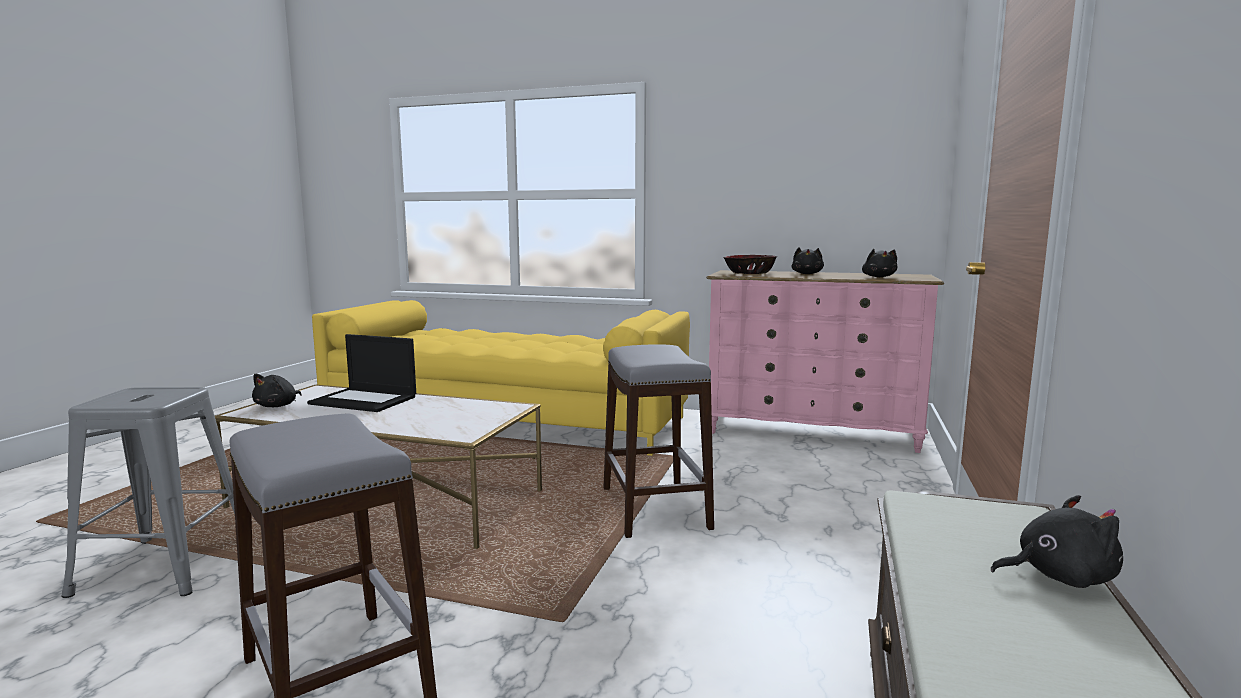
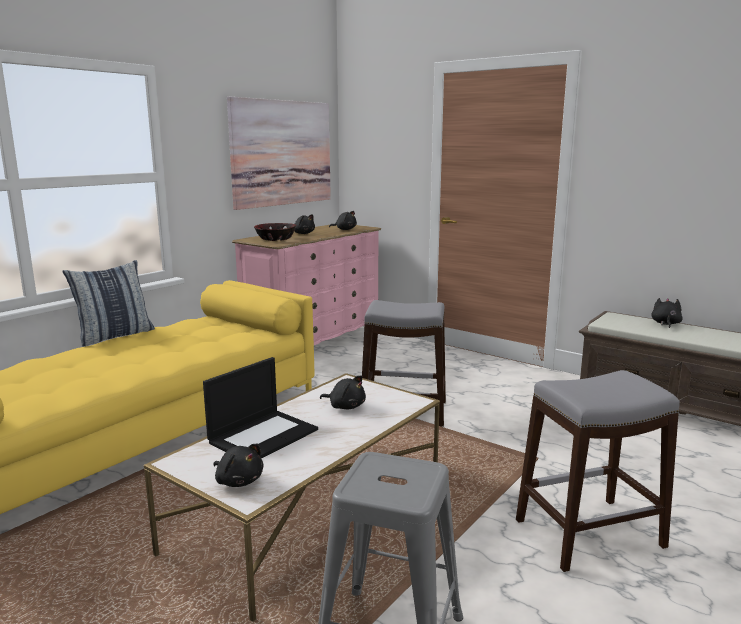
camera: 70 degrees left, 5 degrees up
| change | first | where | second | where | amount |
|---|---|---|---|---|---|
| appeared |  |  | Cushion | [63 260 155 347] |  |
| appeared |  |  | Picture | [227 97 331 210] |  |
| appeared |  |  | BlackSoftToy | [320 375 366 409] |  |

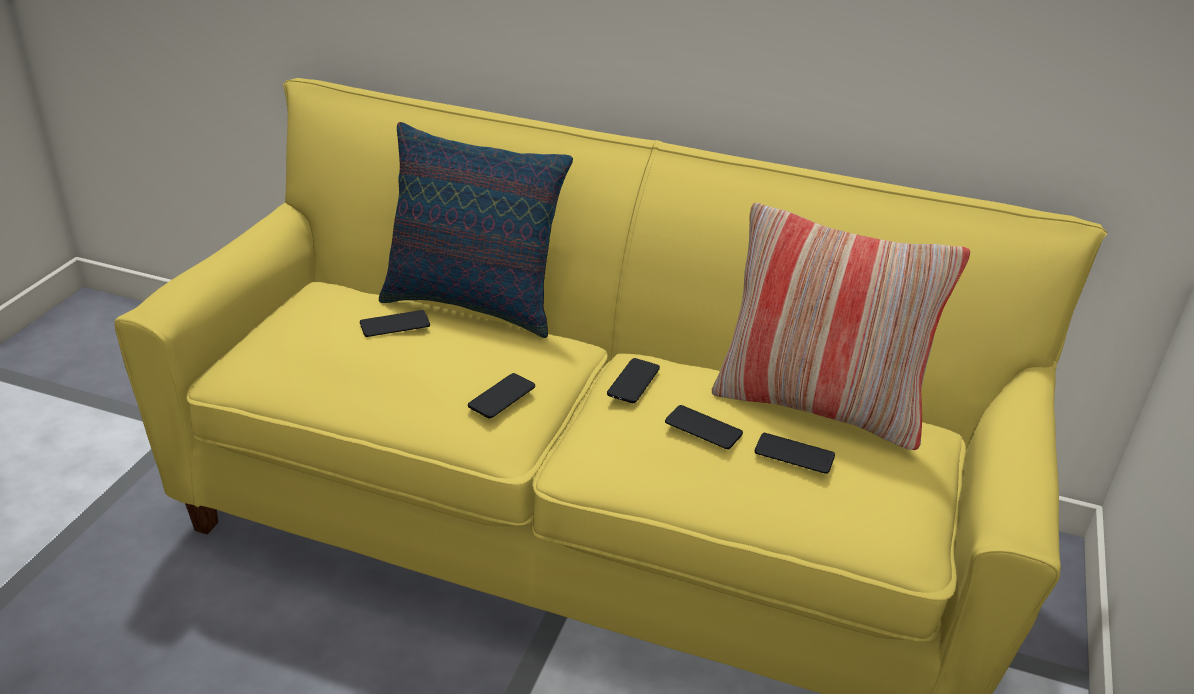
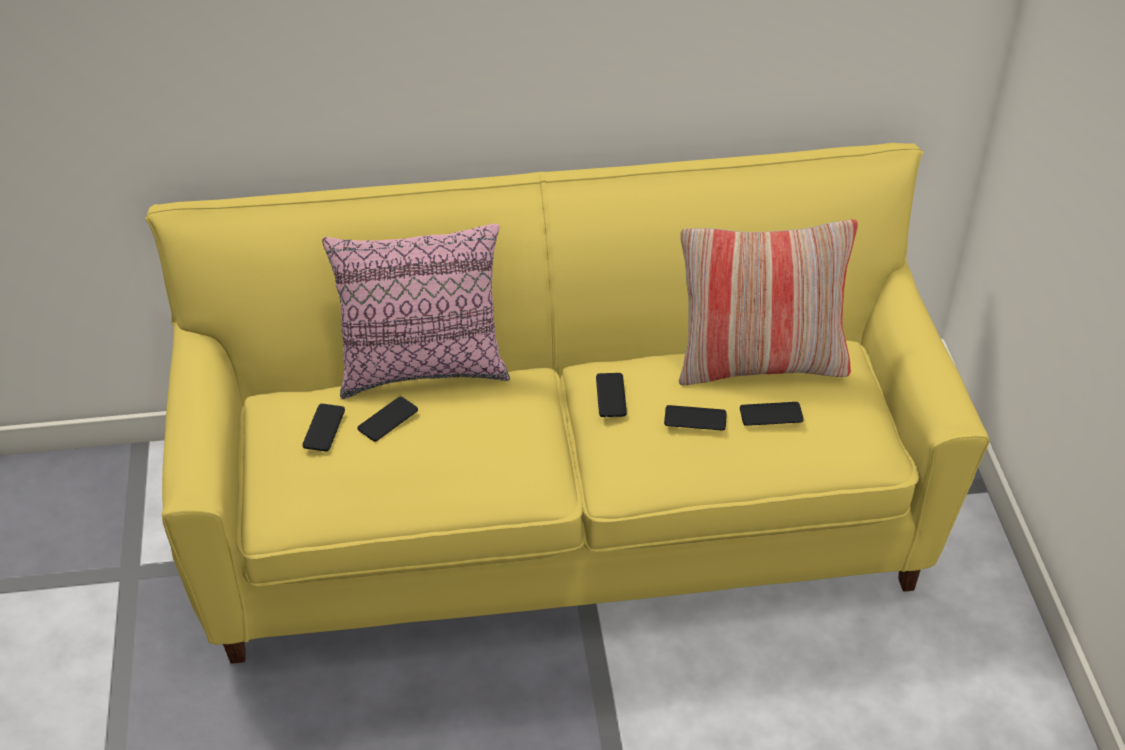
camera: 25 degrees left, 10 degrees up
| change | first | where | second | where | amount |
|---|---|---|---|---|---|
| relocated | Telephone | [468 373 535 419] |  | [302 404 345 451] |  |
| colour | BlueColouredCushion | [379 122 573 338] | PinkColouredCushion | [322 224 510 399] |  |

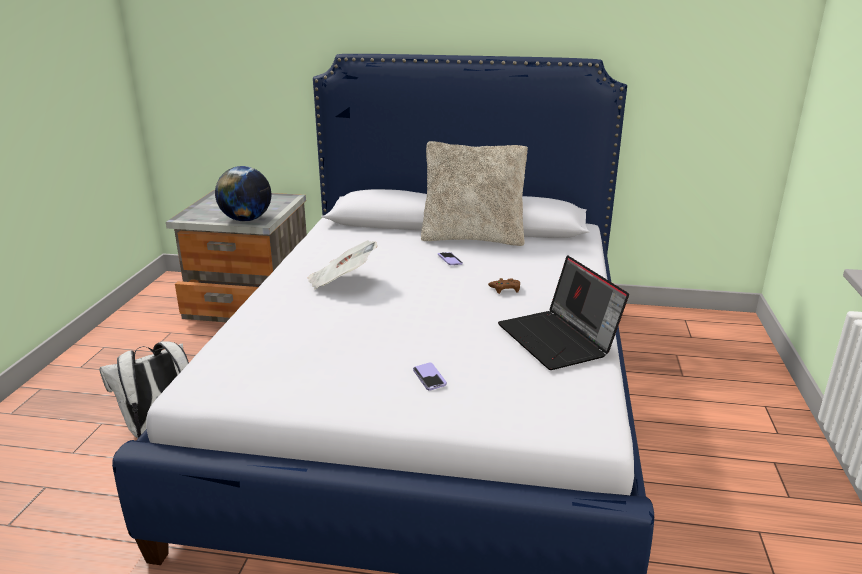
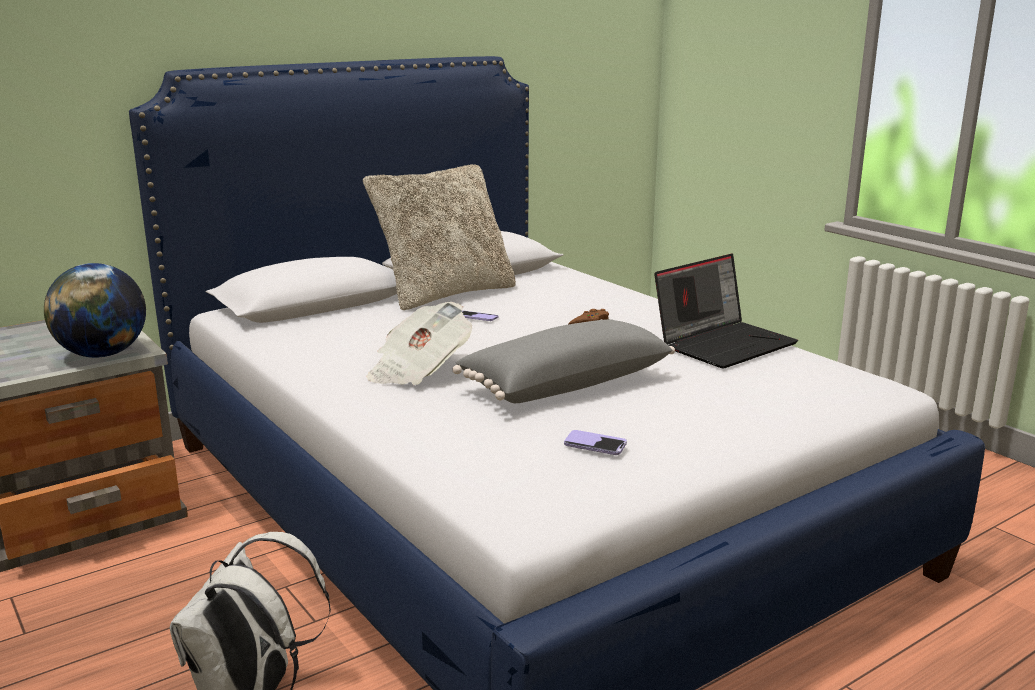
camera: 45 degrees left, 5 degrees down
| change | first | where | second | where | amount |
|---|---|---|---|---|---|
| appeared |  |  | GreyCushion | [453 319 675 403] |  |
| relocated | Telephone | [413 363 447 391] |  | [564 430 627 455] |  |
| spun | PortableComputer | [498 255 629 370] |  | [654 254 798 369] | 60 degrees counterclockwise |

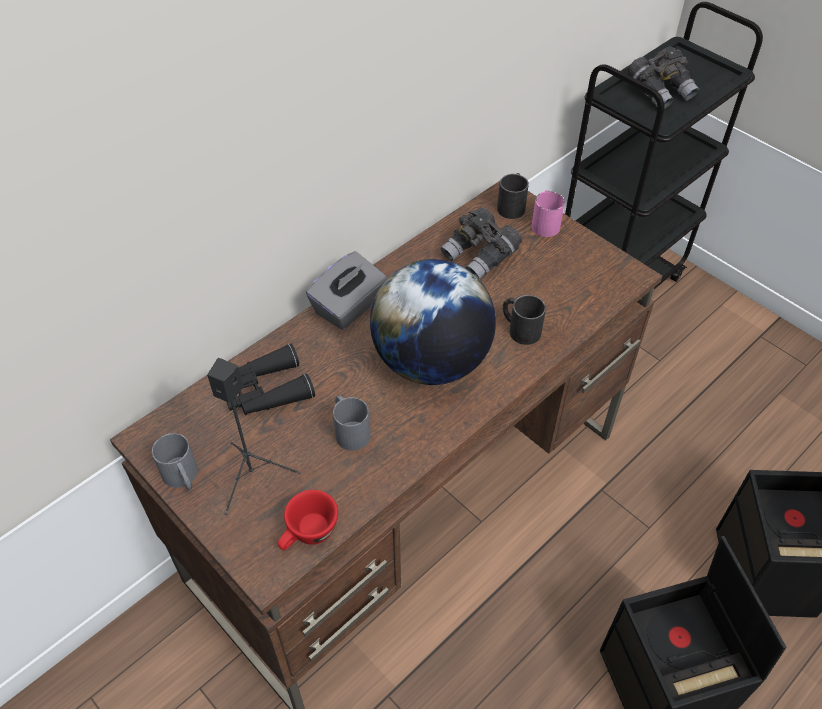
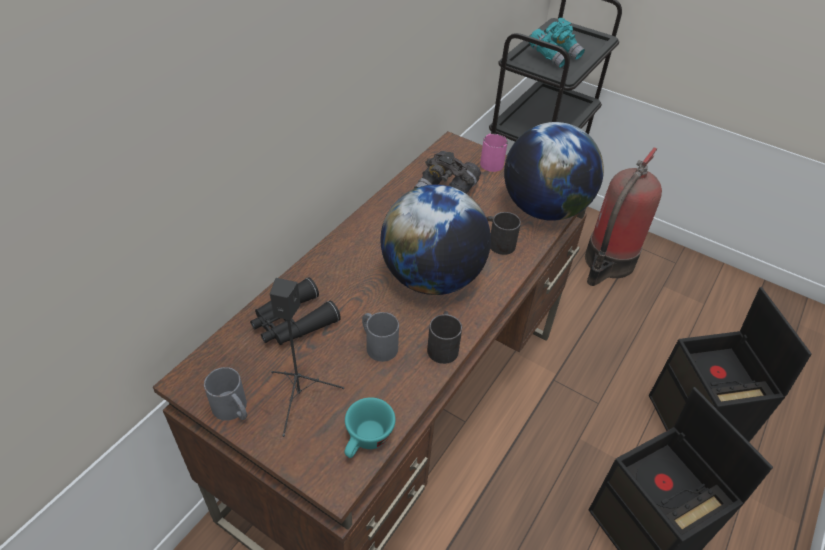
camera: 15 degrees left, 5 degrees down
| change | first | where | second | where | amount |
|---|---|---|---|---|---|
| missing | GreyTissueBox | [306 251 387 330] |  |  |  |
| appeared |  |  | DeskGlobe | [504 122 604 221] |  |
| appeared |  |  | Extinguisher | [585 147 662 286] |  |
| relocated | BlackTeaMug | [497 173 529 219] |  | [427 311 462 364] |  |
| colour | RedSmallCup | [278 490 338 550] | BlueGreenSmallCup | [344 397 396 458] |  |
| colour | GreyFieldGlasses | [627 46 699 109] | BlueGreenFieldGlasses | [529 18 585 68] |  |

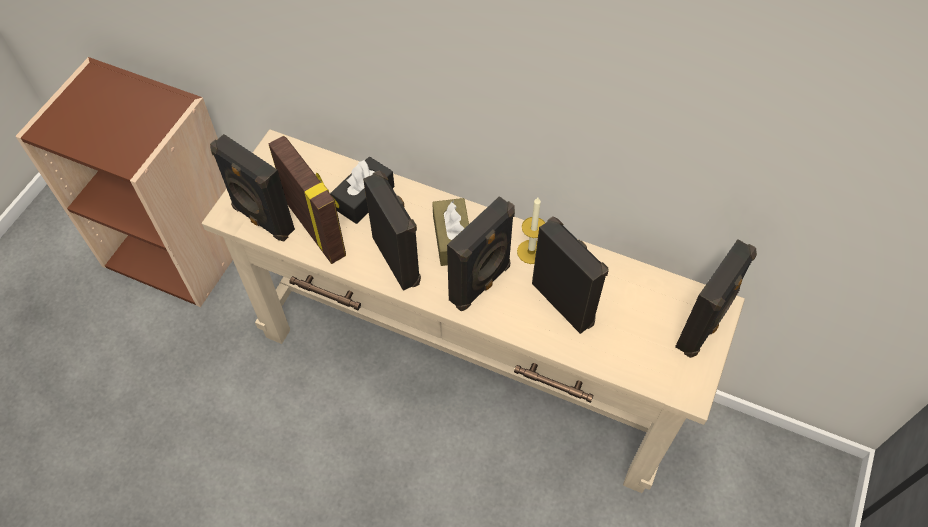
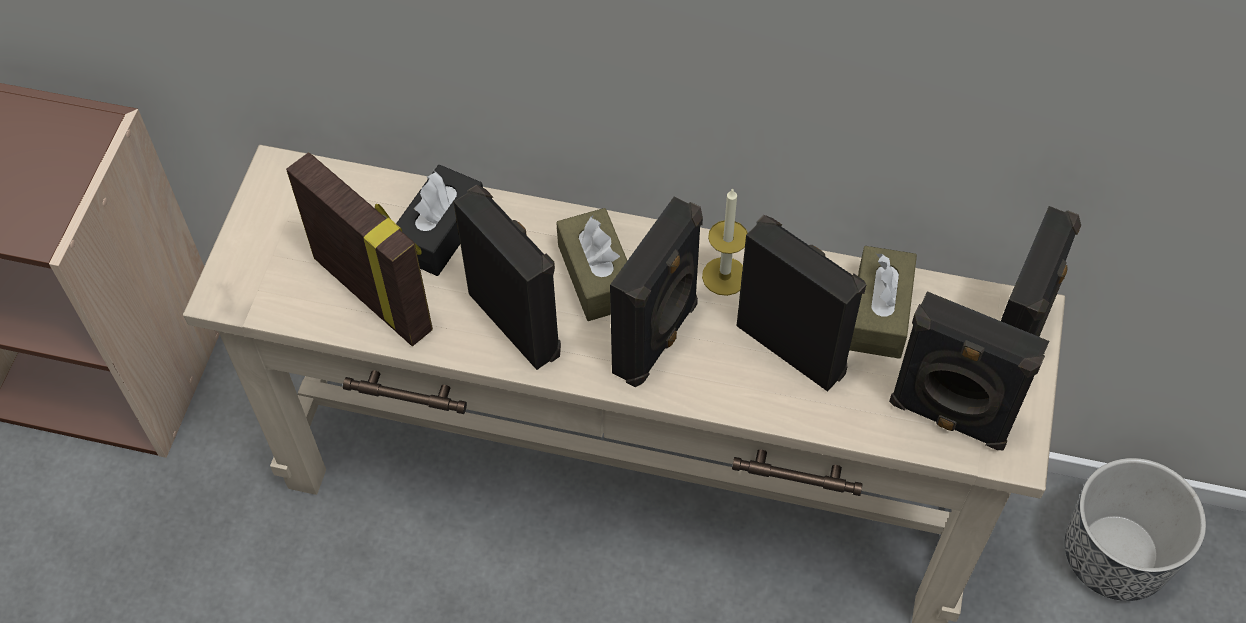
camera: 10 degrees left, 0 degrees up
| change | first | where | second | where | amount |
|---|---|---|---|---|---|
| appeared |  |  | BrownishTissueBox | [849 246 917 359] |  |
| appeared |  |  | PlantPot | [1065 458 1206 601] |  |
| relocated | BlackLoudspeaker | [210 134 295 241] |  | [889 291 1049 451] |  |

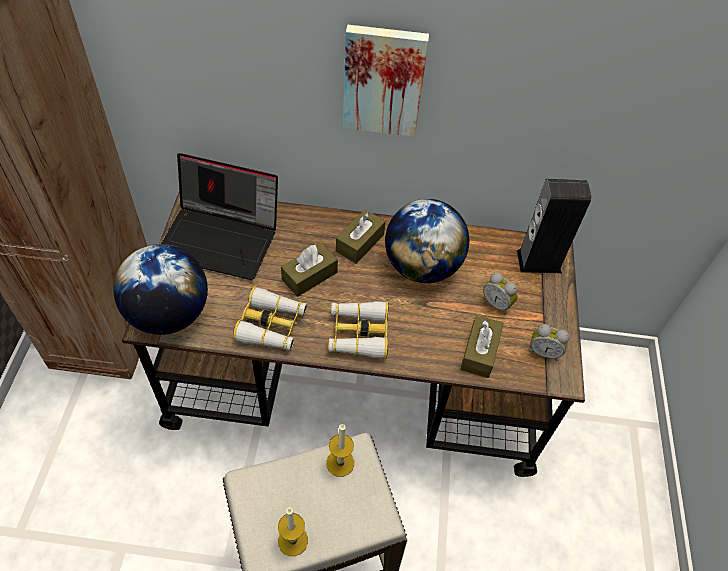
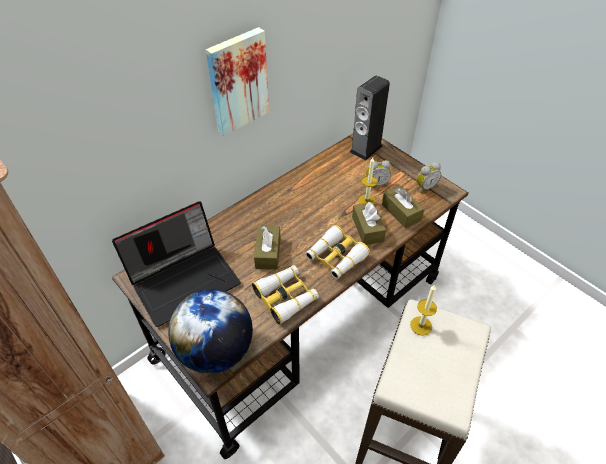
camera: 45 degrees left, 5 degrees down
| change | first | where | second | where | amount |
|---|---|---|---|---|---|
| missing | DeskGlobe | [385 199 469 283] |  |  |  |
| relocated | WaxCandle | [278 508 308 556] |  | [358 157 378 204] |  |
| relocated | BrownishTissueBox | [336 209 386 264] |  | [352 202 386 245] |  |

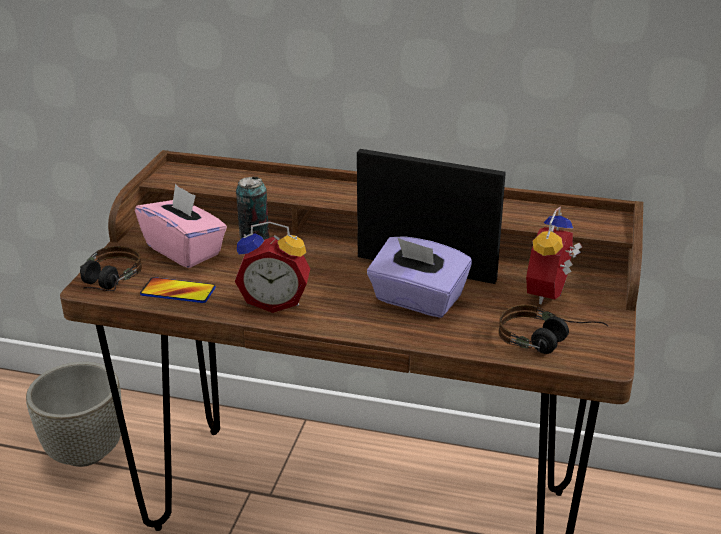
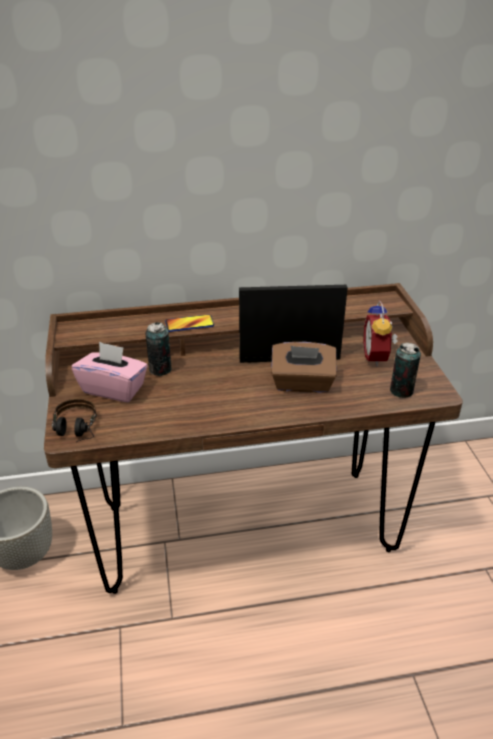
camera: 25 degrees left, 5 degrees up
| change | first | where | second | where | amount |
|---|---|---|---|---|---|
| missing | AlarmClock | [235 221 310 313] |  |  |  |
| relocated | Telephone | [140 277 216 303] |  | [165 315 214 332] |  |
| exchanged | Headset | [499 304 608 354] | MetalCan | [390 342 421 398] |  |
| colour | PurpleTissueBox | [367 236 472 318] | BrownishTissueBox | [271 342 337 393] |  |

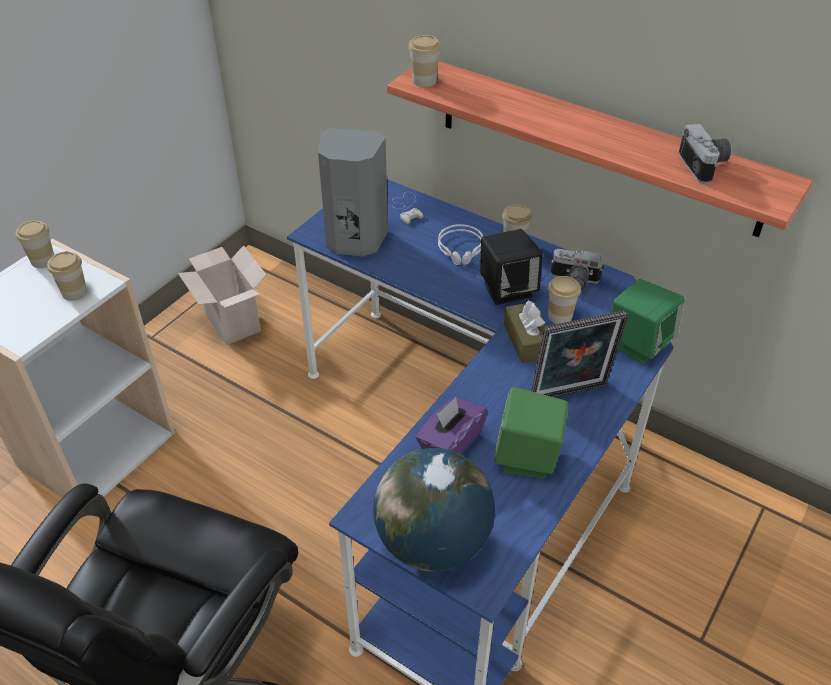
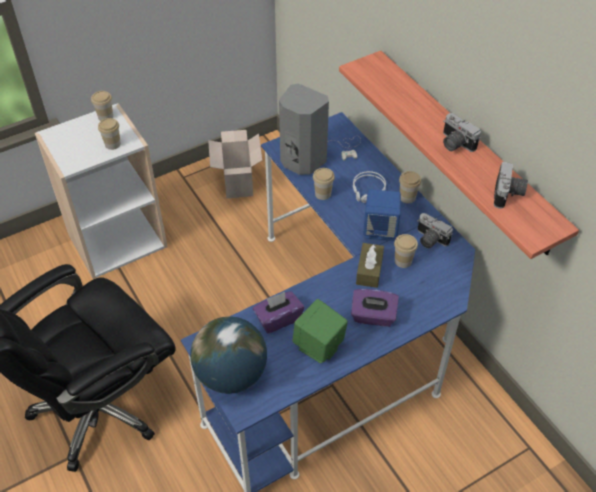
camera: 25 degrees right, 5 degrees up
| change | first | where | second | where | amount |
|---|---|---|---|---|---|
| missing | GreenColouredLoudspeaker | [611 279 685 364] |  |  |  |
| appeared |  |  | StillCamera | [443 113 481 152] |  |
| relocated | SmallCup | [408 35 441 87] |  | [313 168 335 200] |  |
| exchanged | PictureFrame | [531 310 628 397] | PurpleTissueBox | [351 289 399 327] |  |
| colour | BlackLoudspeaker | [480 229 543 305] | BlueColouredLoudspeaker | [363 189 401 241] |  |

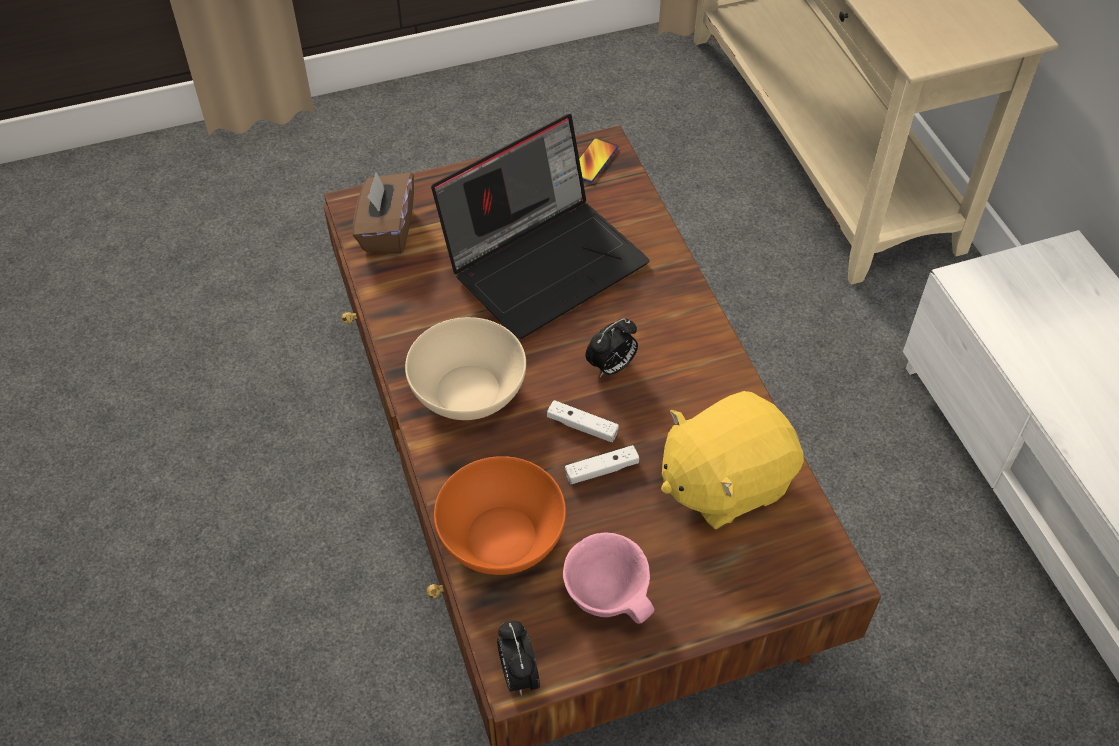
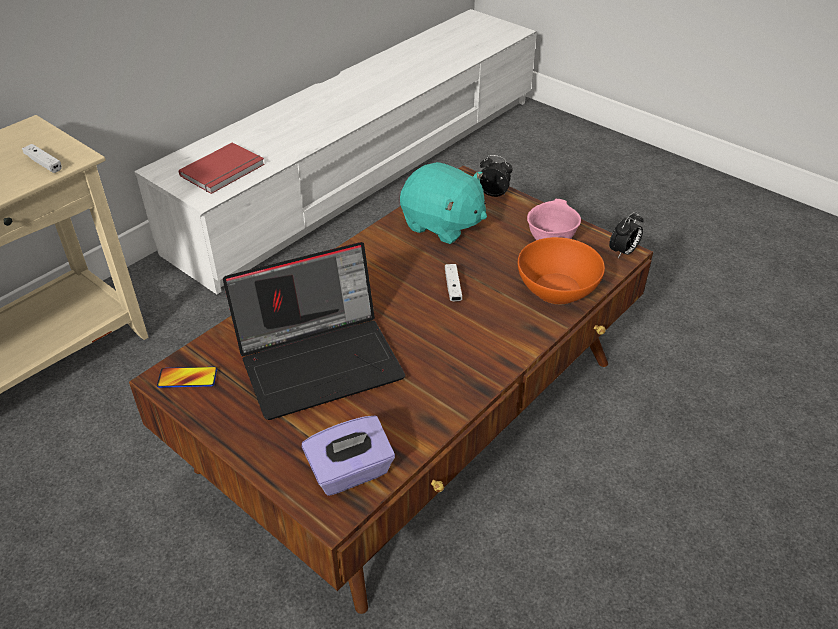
camera: 120 degrees left, 10 degrees down
| change | first | where | second | where | amount |
|---|---|---|---|---|---|
| missing | BeigeServingBowl | [405 317 526 420] |  |  |  |
| appeared |  |  | RedVolume | [178 142 265 194] |  |
| relocated | WhiteGamepad | [565 445 639 484] |  | [22 144 62 173] |  |
| relocated | AlarmClock | [585 318 638 377] |  | [480 155 513 197] |  |
| colour | BrownishTissueBox | [353 172 414 254] | PurpleTissueBox | [302 416 395 496] |  |
| colour | YellowishSoftToy | [661 391 804 529] | BlueGreenSoftToy | [400 162 487 244] |  |
| spun | PortableComputer | [431 114 650 339] |  | [223 242 405 420] | 135 degrees clockwise |

